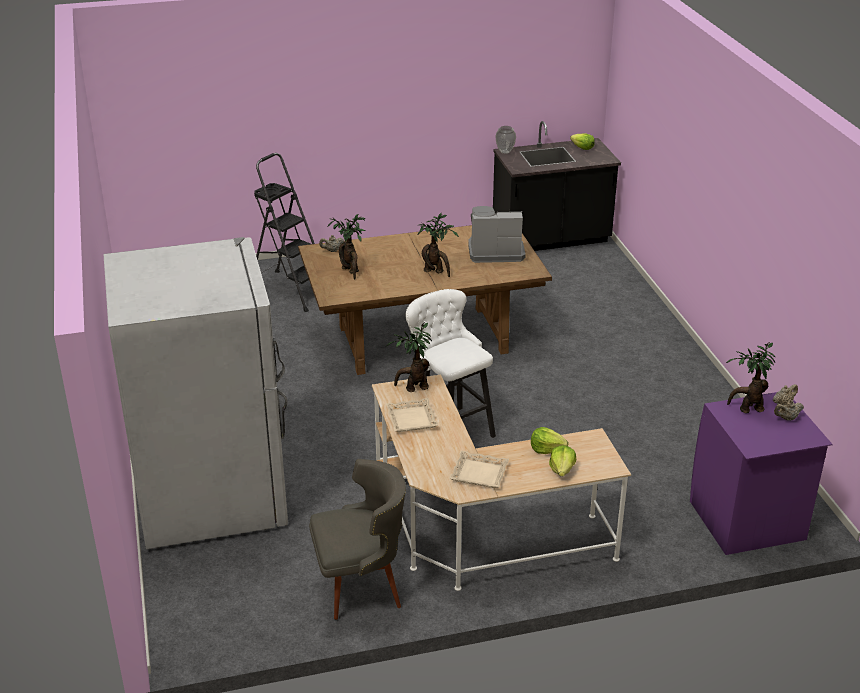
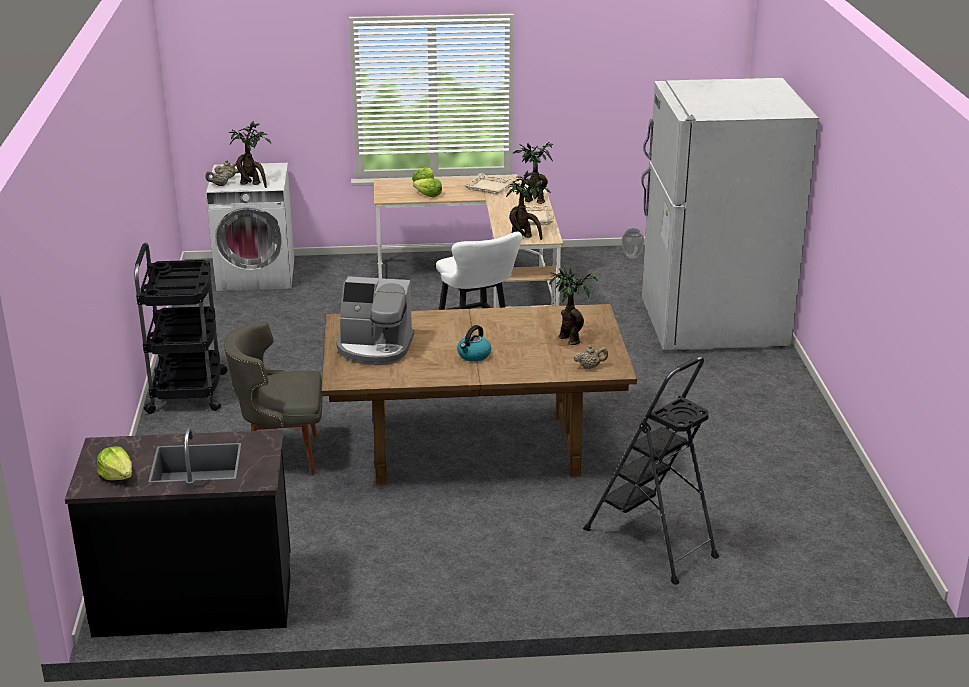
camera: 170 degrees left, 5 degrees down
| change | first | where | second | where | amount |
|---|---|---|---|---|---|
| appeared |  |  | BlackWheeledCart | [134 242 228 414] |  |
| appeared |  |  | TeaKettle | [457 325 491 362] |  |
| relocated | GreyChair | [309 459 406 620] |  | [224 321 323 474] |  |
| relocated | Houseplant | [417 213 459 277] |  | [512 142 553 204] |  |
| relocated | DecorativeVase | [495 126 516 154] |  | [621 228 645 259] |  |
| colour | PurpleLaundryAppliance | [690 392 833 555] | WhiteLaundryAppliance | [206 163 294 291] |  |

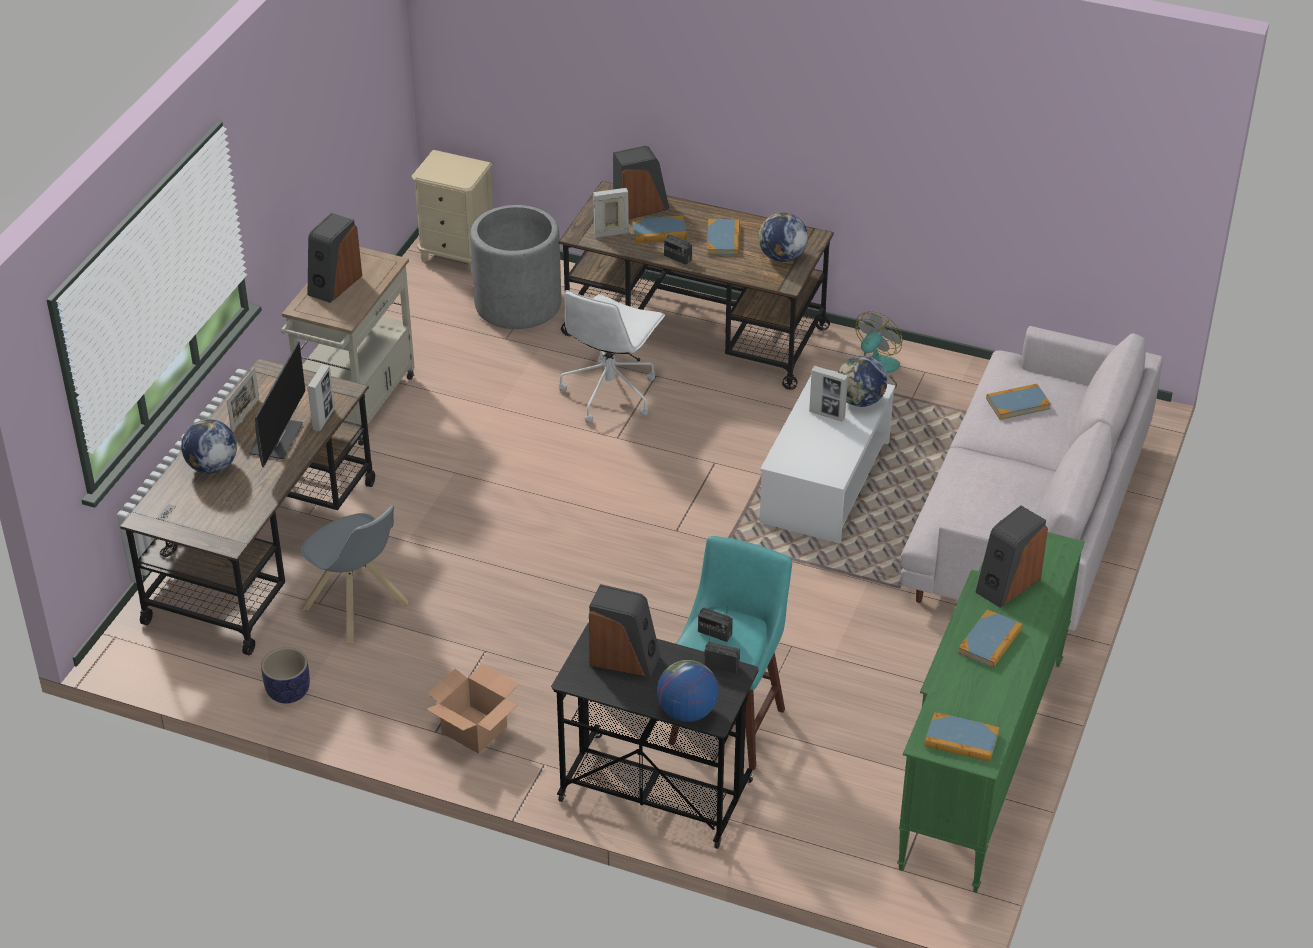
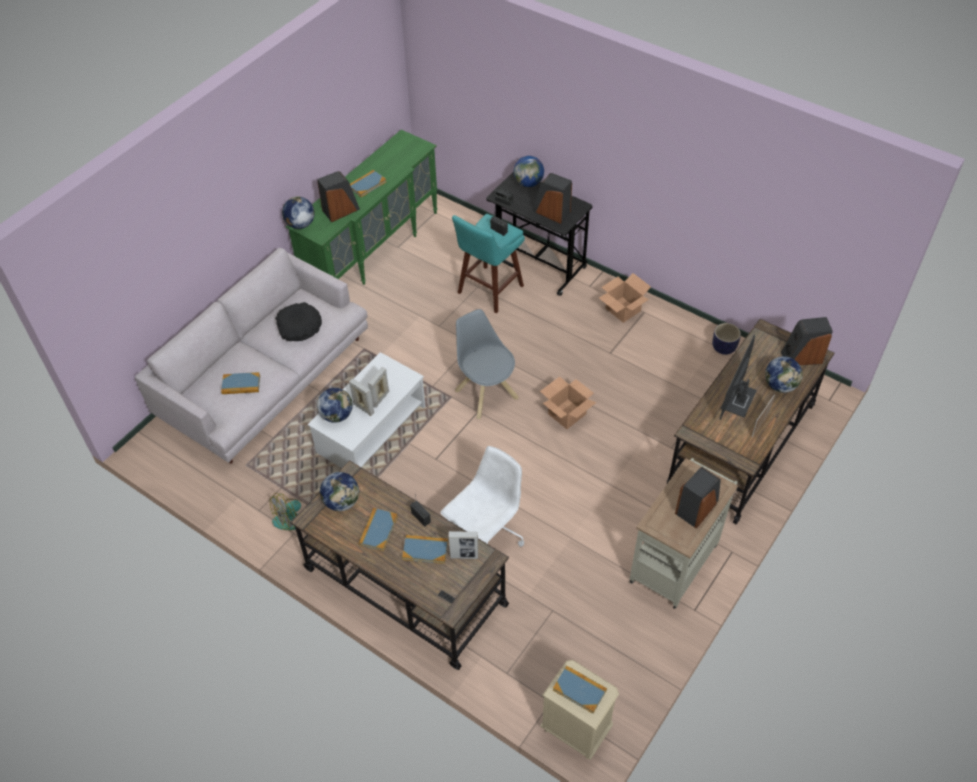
camera: 165 degrees left, 10 degrees up
| change | first | where | second | where | amount |
|---|---|---|---|---|---|
| missing | GreyPlantPot | [470 205 561 329] |  |  |  |
| appeared |  |  | BlackCushion | [275 302 322 341] |  |
| appeared |  |  | DeskGlobe | [282 197 315 229] |  |
| appeared |  |  | CardboardBox | [540 376 597 429] |  |
| relocated | GreyChair | [301 505 409 644] |  | [455 309 519 419] |  |
| relocated | PictureFrame | [307 364 335 431] |  | [368 367 389 408] |  |
| relocated | Loudspeaker | [613 146 669 219] |  | [781 317 833 365] |  |
| relocated | Volume | [924 712 999 762] |  | [553 666 607 714] |  |

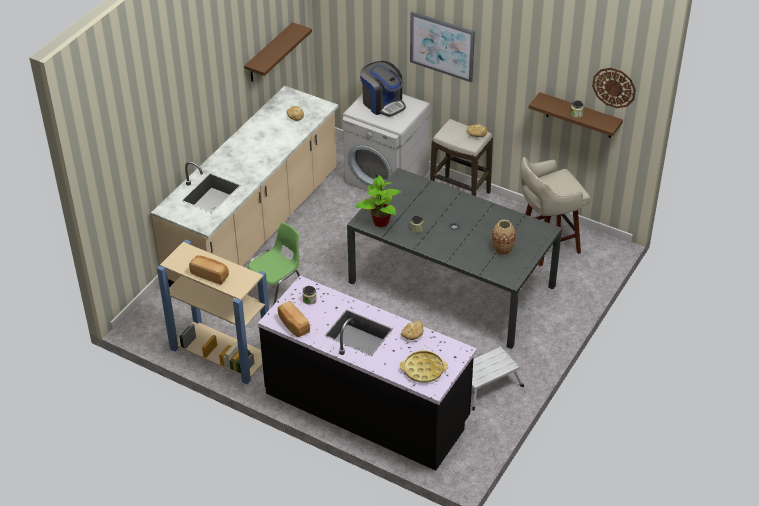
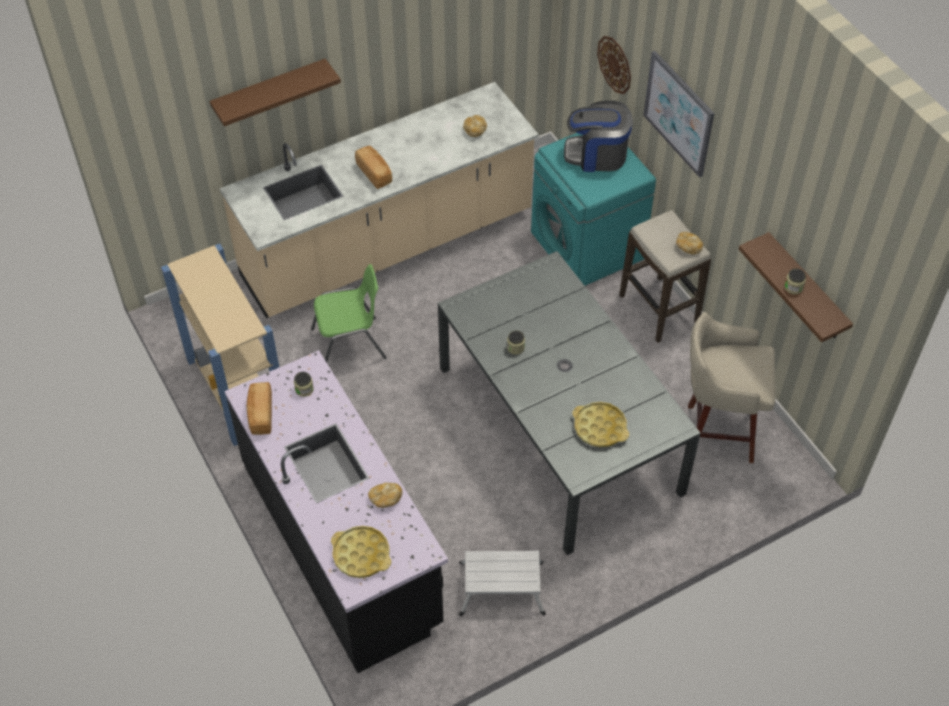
camera: 30 degrees right, 10 degrees up
| change | first | where | second | where | amount |
|---|---|---|---|---|---|
| missing | Houseplant | [355 175 401 227] |  |  |  |
| relocated | BakeryBread | [189 255 229 285] |  | [355 145 392 189] |  |
| relocated | BrownishShelf | [244 22 312 82] |  | [210 59 341 126] |  |
| relocated | HangingClock | [592 68 636 108] |  | [597 36 631 94] |  |
| exchanged | DecorativeVase | [492 220 515 255] | YellowishCarryingTray | [572 402 629 447] |  |
| colour | WhiteLaundryAppliance | [343 94 430 192] | BlueGreenLaundryAppliance | [531 133 656 286] |  |
| spun | CoffeeBrewer | [360 61 406 117] |  | [564 100 633 172] | 105 degrees clockwise |

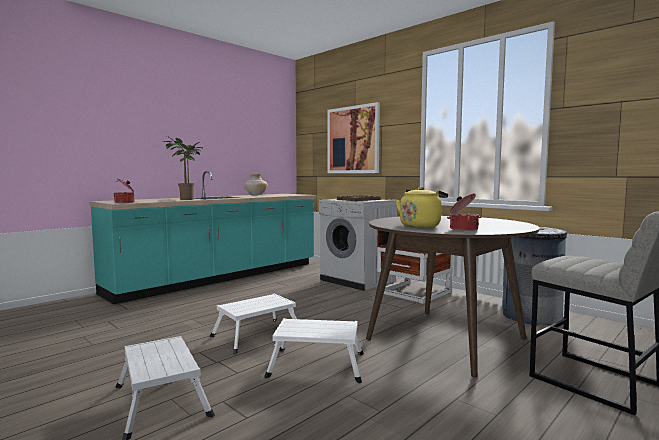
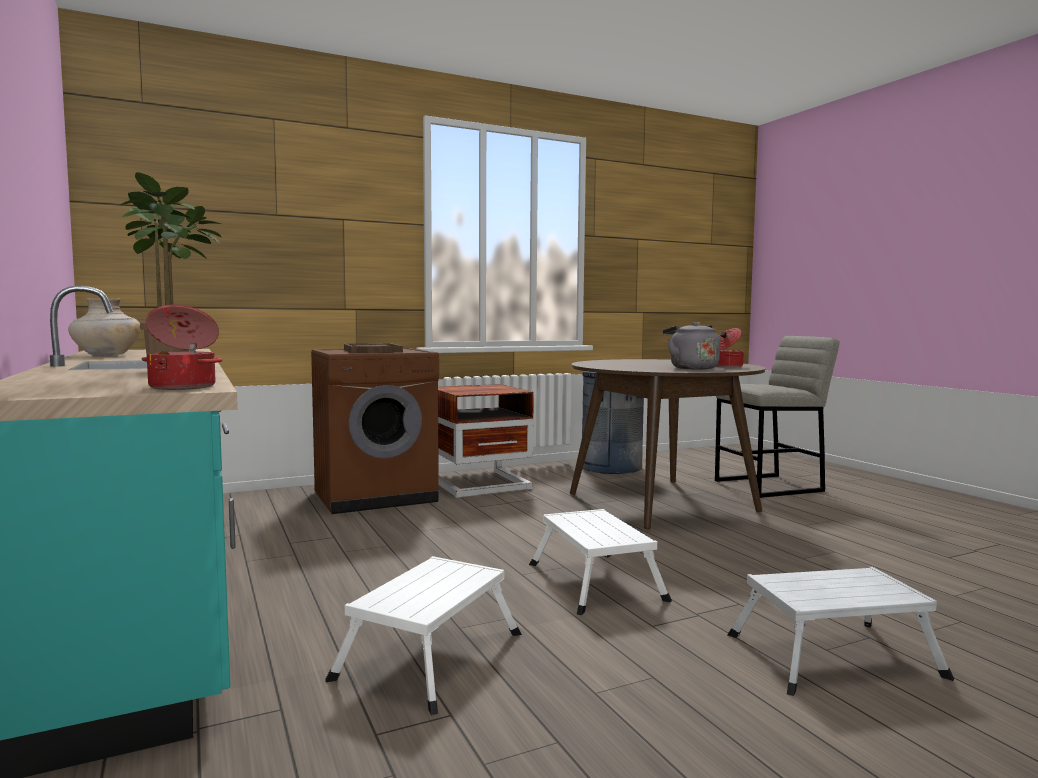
camera: 70 degrees left, 0 degrees up
| change | first | where | second | where | amount |
|---|---|---|---|---|---|
| missing | Picture | [327 102 380 173] |  |  |  |
| relocated | WhiteStepLadder | [264 318 364 384] |  | [326 556 522 715] |  |
| colour | WhiteLaundryAppliance | [319 199 397 291] | BrownishLaundryAppliance | [311 348 439 514] |  |
| colour | YellowishTeaKettle | [396 187 448 228] | GreyTeaKettle | [663 322 720 370] |  |

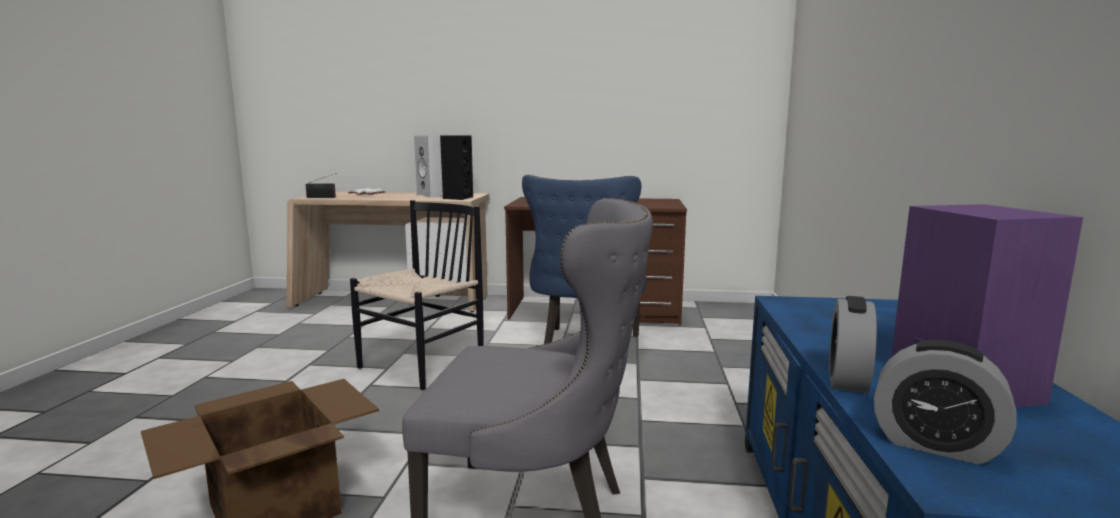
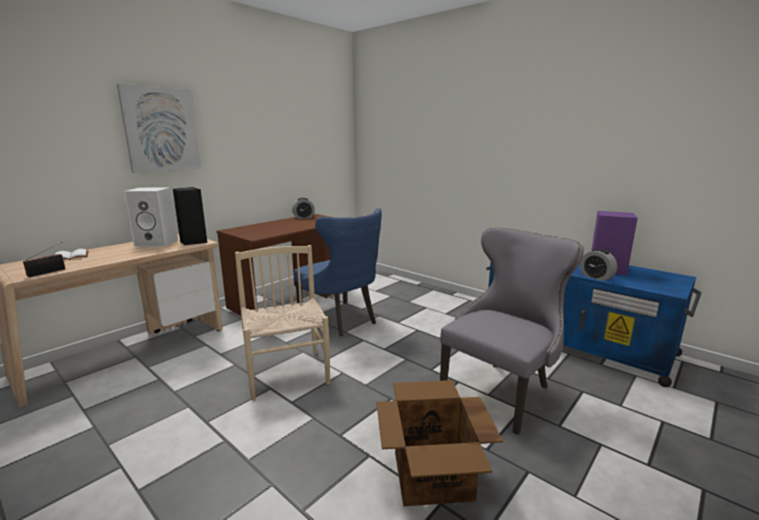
camera: 55 degrees left, 5 degrees up
| change | first | where | second | where | amount |
|---|---|---|---|---|---|
| appeared |  |  | Picture | [117 84 201 173] |  |
| relocated | AlarmClock | [874 340 1017 465] |  | [292 198 315 219] |  |
| colour | BlackChair | [350 200 484 390] | BeigeChair | [235 245 330 400] |  |

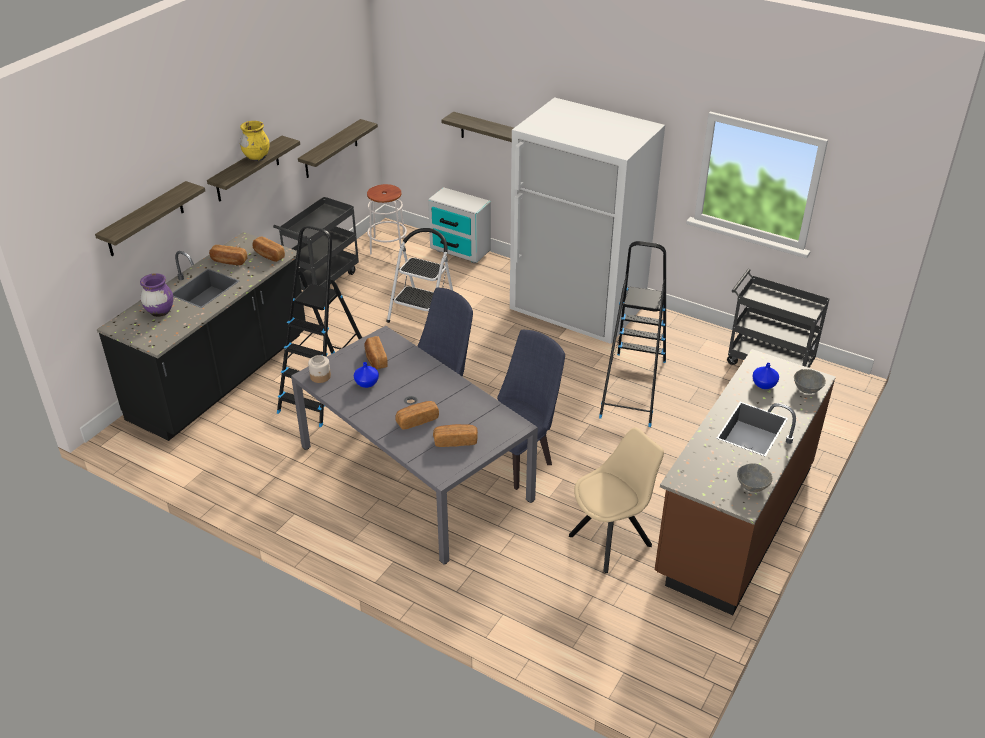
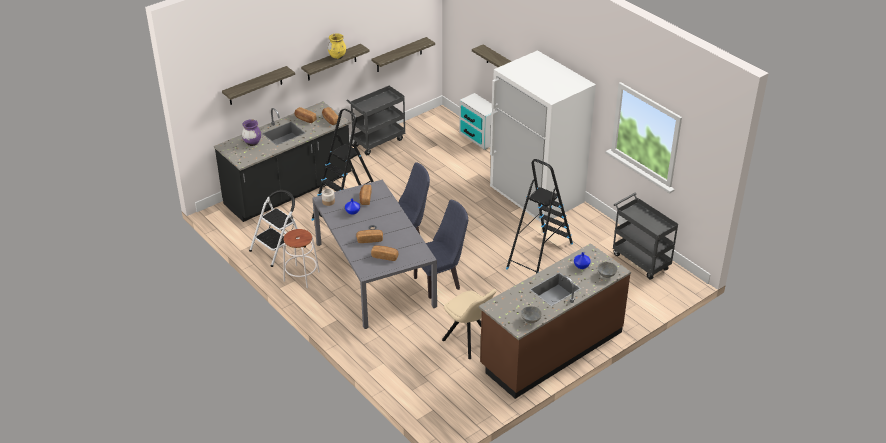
camera: 20 degrees right, 0 degrees up
| change | first | where | second | where | amount |
|---|---|---|---|---|---|
| relocated | WhiteSittingStool | [367 184 407 255] |  | [283 229 320 288] |  |
| relocated | StepLadder | [386 228 453 323] |  | [249 190 306 267] |  |
| spun | BeigeChair | [569 428 664 573] |  | [442 289 496 359] | 60 degrees clockwise |

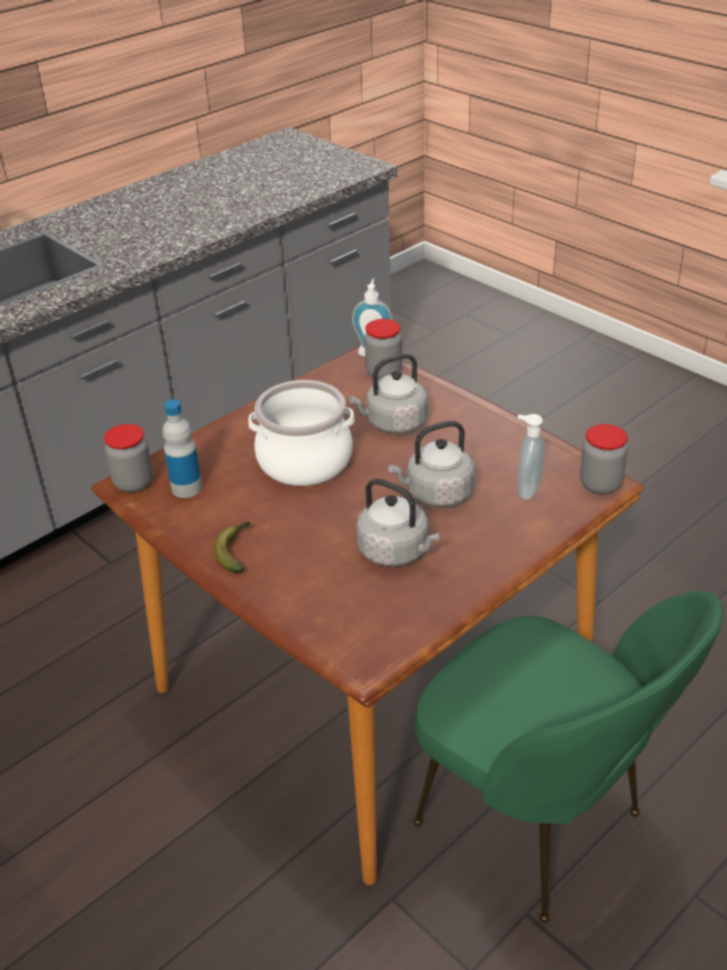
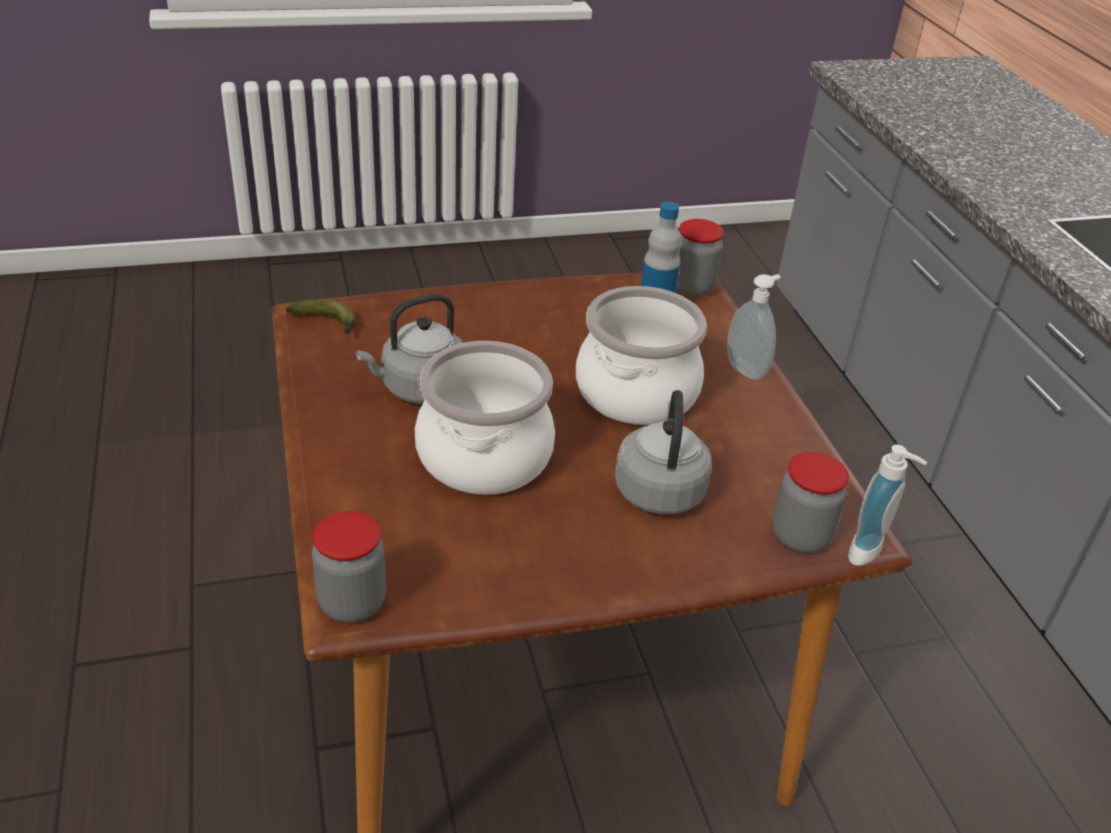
camera: 115 degrees right, 0 degrees up
| change | first | where | second | where | amount |
|---|---|---|---|---|---|
| missing | GreenColouredChair | [413 591 723 923] |  |  |  |
| relocated | BananaFruit | [213 522 250 573] |  | [286 299 355 334] |  |
| relocated | SoapDispenser | [518 414 544 500] |  | [727 274 781 380] |  |
| exchanged | GreyTeaKettle | [388 421 475 507] | Saucepot | [415 341 555 495] |  |

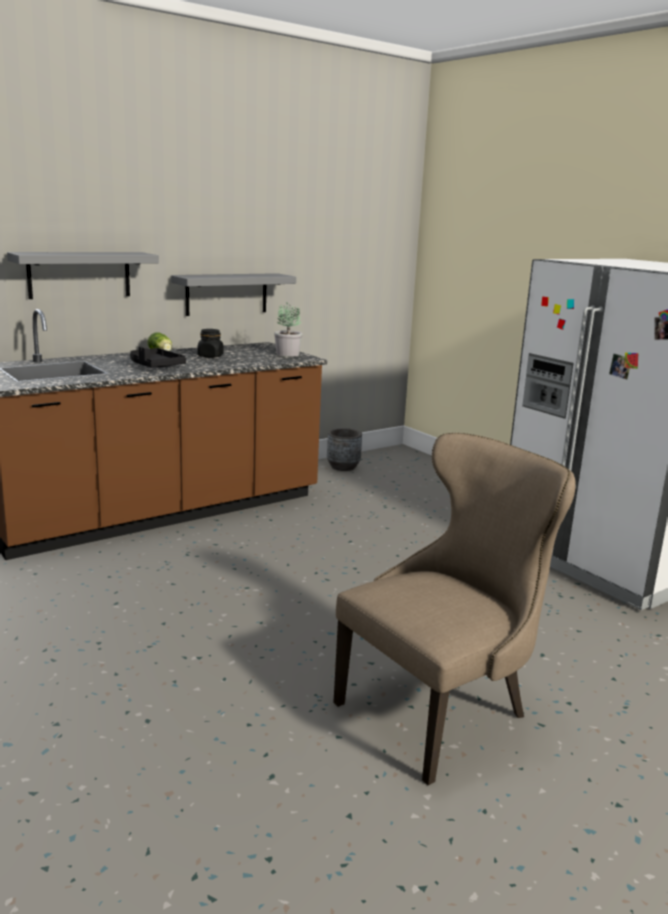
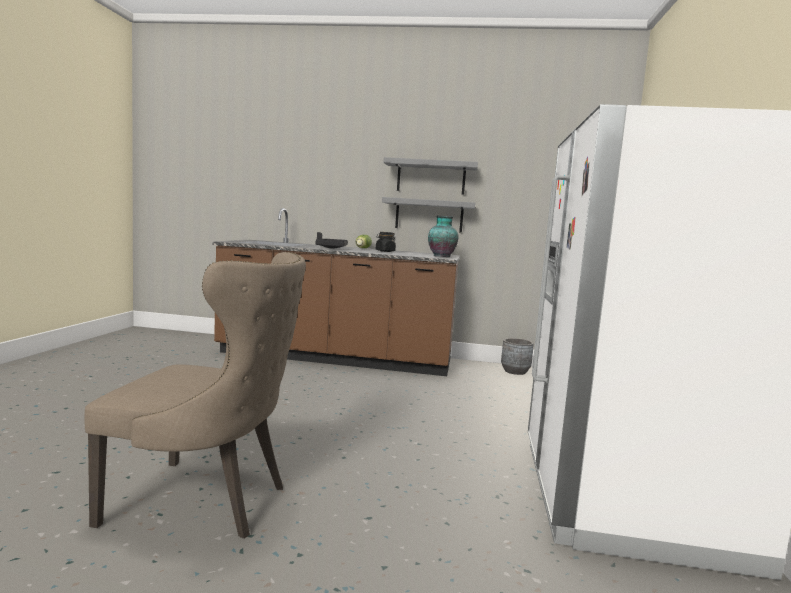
camera: 45 degrees right, 10 degrees down
| change | first | where | second | where | amount |
|---|---|---|---|---|---|
| relocated | GreyShelf | [7 252 159 299] |  | [383 157 478 195] |  |
| exchanged | Houseplant | [274 302 302 357] | DecorativeVase | [428 216 458 257] |  |

